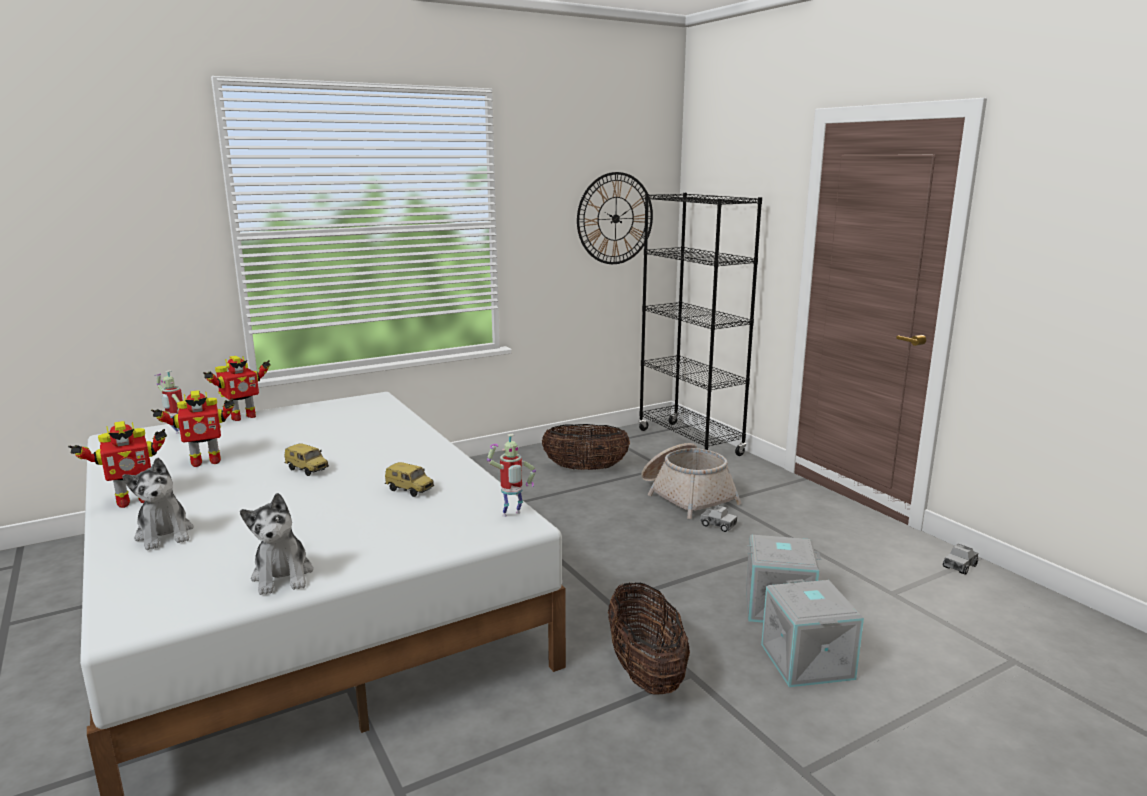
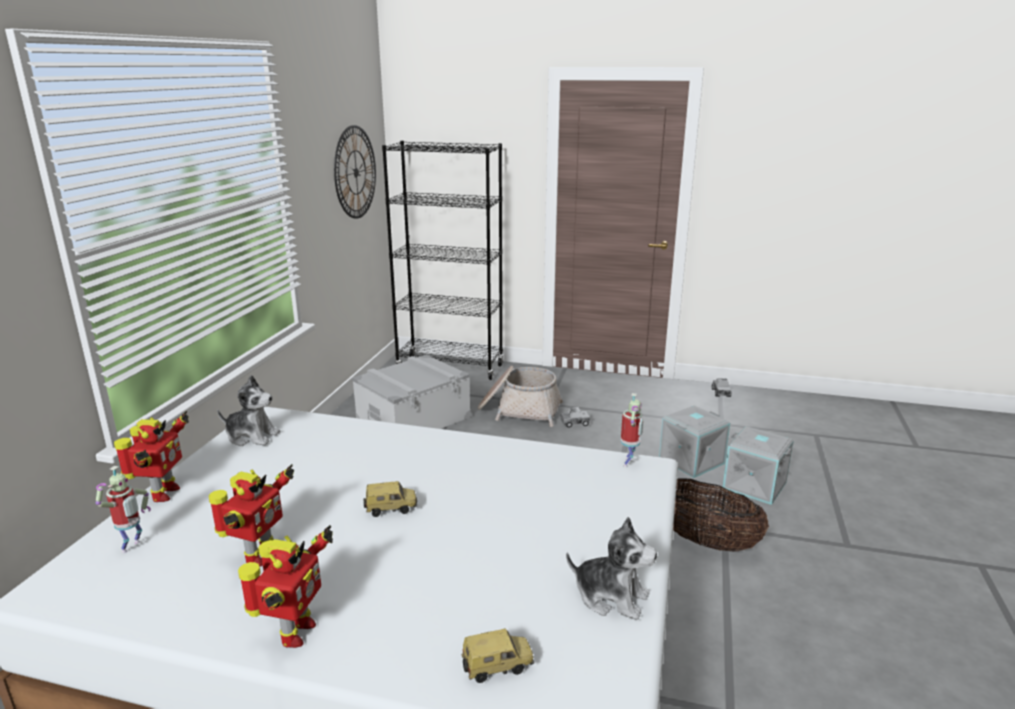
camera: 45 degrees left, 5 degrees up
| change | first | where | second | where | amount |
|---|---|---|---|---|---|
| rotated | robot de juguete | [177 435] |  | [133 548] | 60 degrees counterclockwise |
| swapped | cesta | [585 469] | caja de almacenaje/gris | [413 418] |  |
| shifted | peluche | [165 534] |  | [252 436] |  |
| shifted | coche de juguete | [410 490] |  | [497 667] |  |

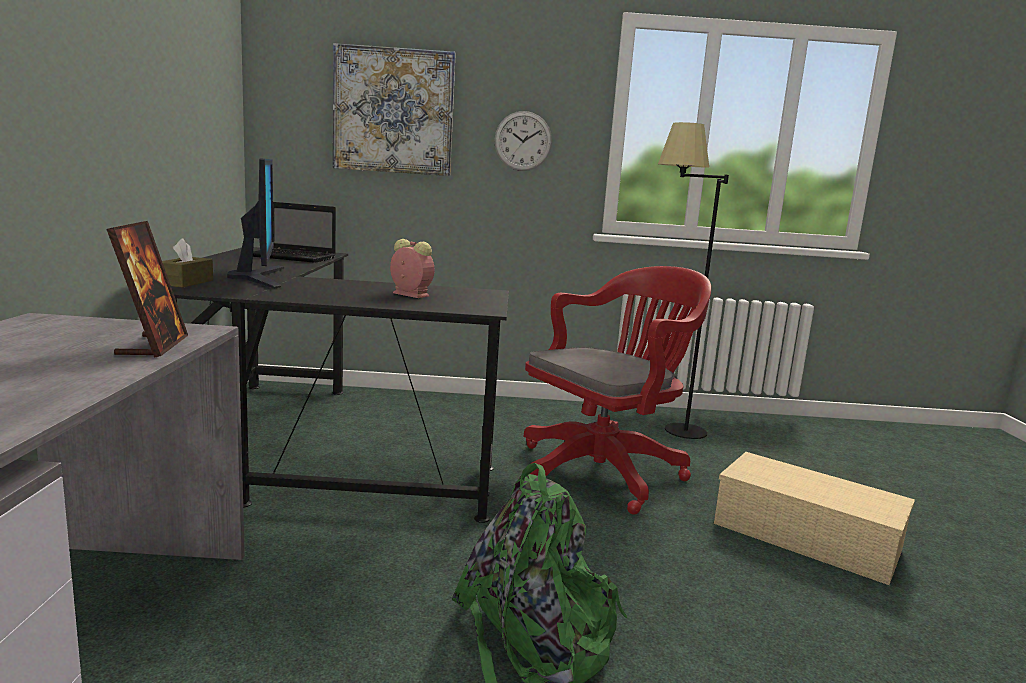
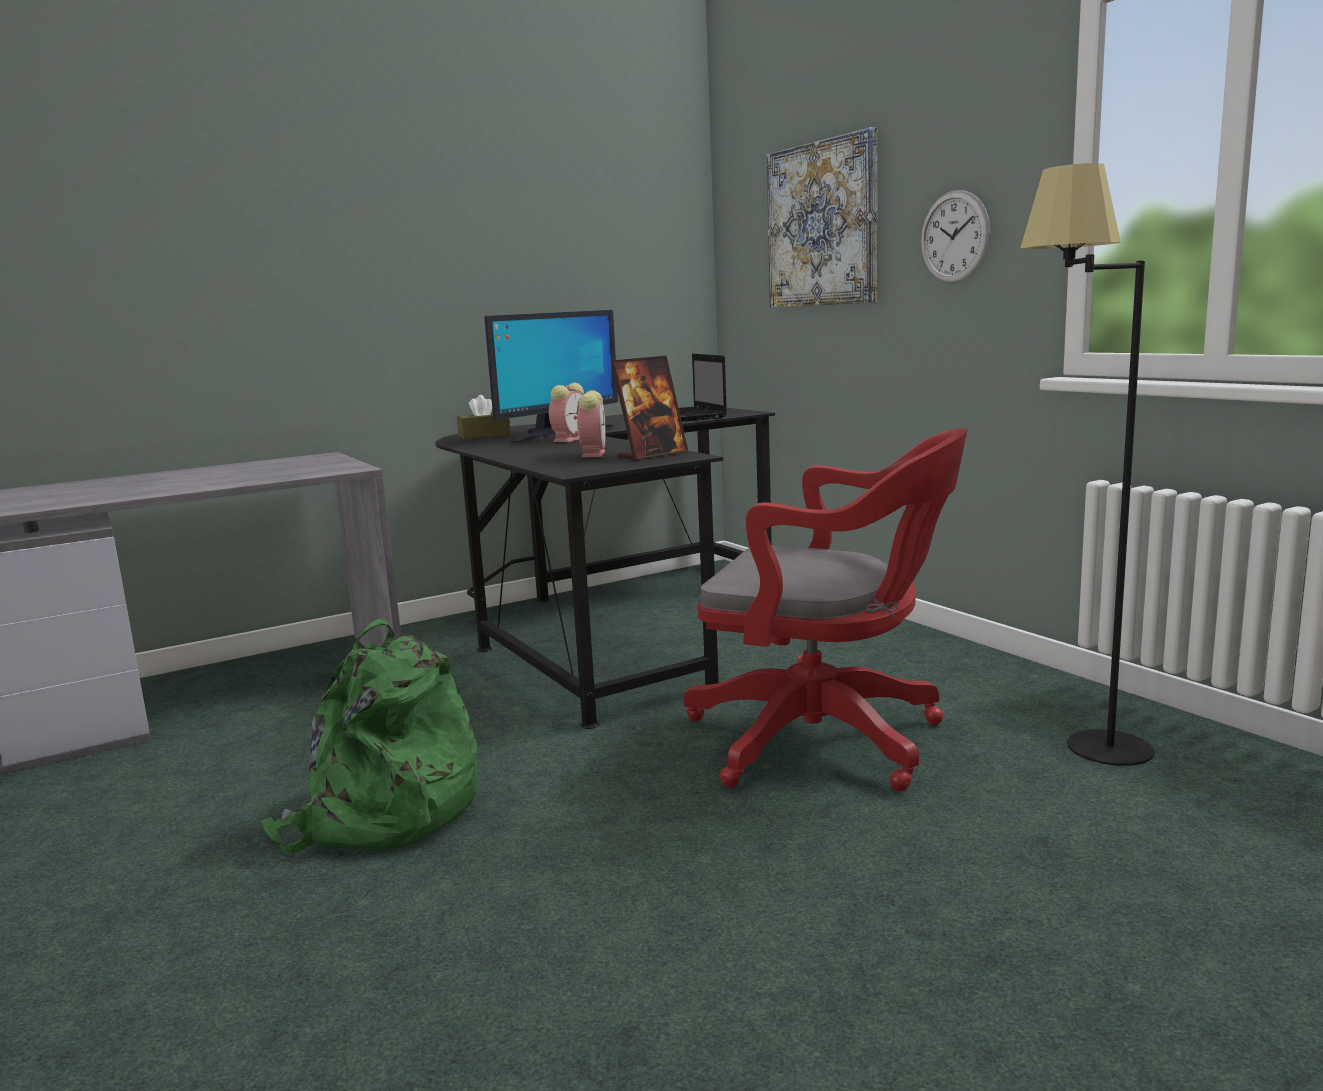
camera: 60 degrees right, 0 degrees up
| change | first | where | second | where | amount |
|---|---|---|---|---|---|
| shifted | portarretratos | [153 346] |  | [652 455] |  |
| gone | caja de almacenaje/beis | [809 536] |  |  |  |
| new |  |  | despertador | [570 439] |  |

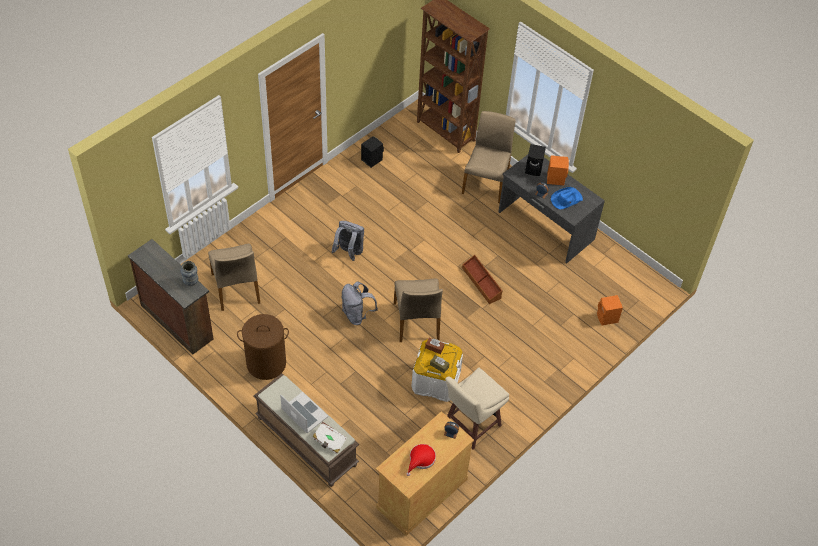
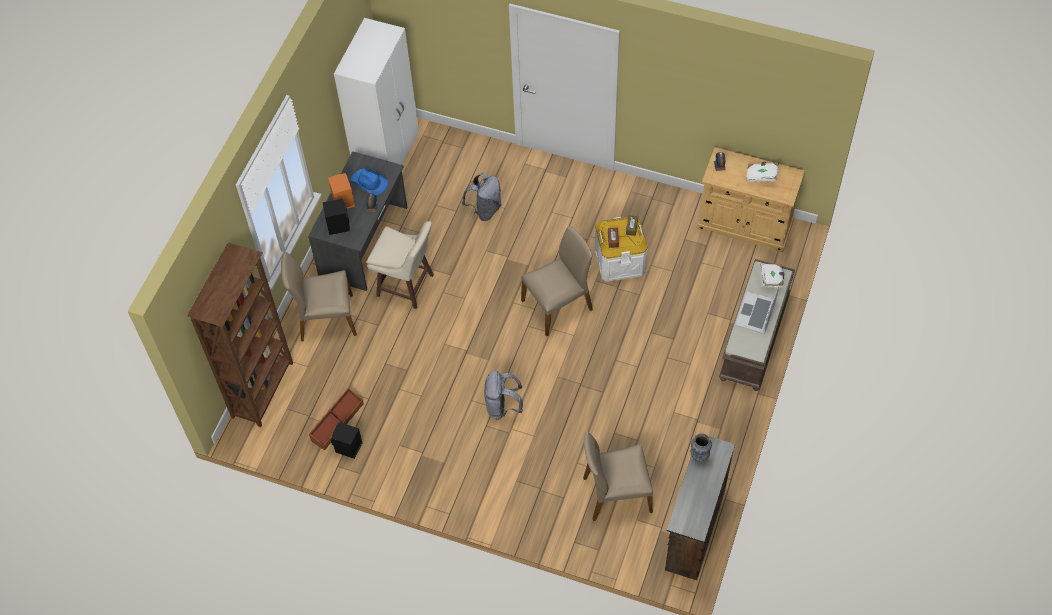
camera: 110 degrees left, 5 degrees up
| change | first | where | second | where | amount |
|---|---|---|---|---|---|
| rotated | silla/beis | [236 288] |  | [616 493] | 150 degrees counterclockwise |
| shifted | caja de almacenaje/marrón | [482 283] |  | [337 422] |  |
| shifted | mochila/gris | [357 315] |  | [485 210] |  |
| gone | altavoz/naranja | [607 318] |  |  |  |
| gone | cesto de la ropa/marrón | [266 363] |  |  |  |
| shifted | taburete/beis | [471 425] |  | [406 286] |  |
| swapped | sombrero/rojo | [421 460] | libro/blanco | [761 176] |  |
| new |  |  | armario ropero/blanco | [388 157] |  |

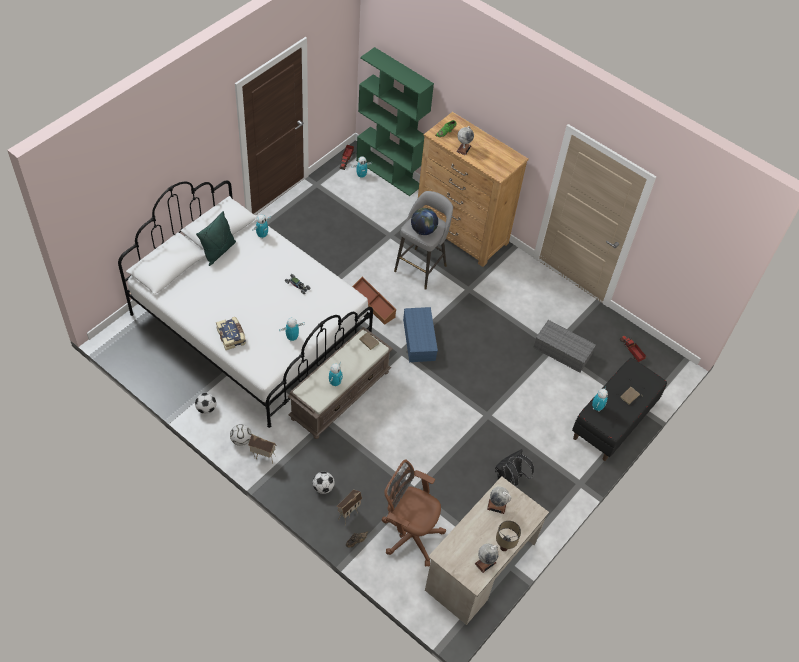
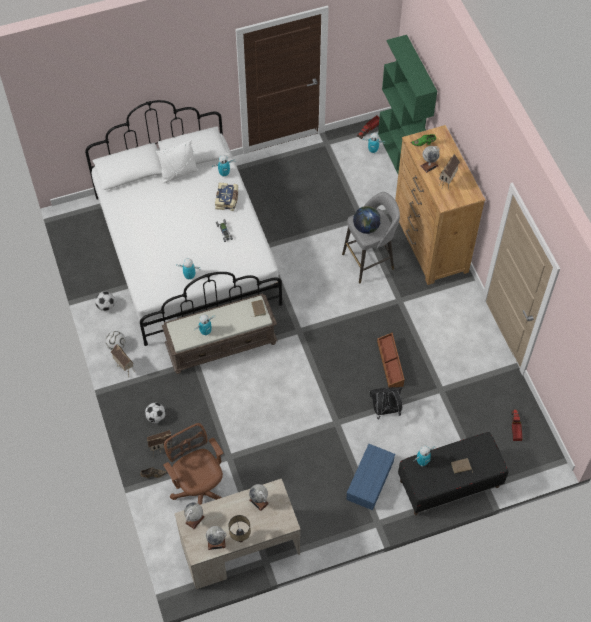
camera: 35 degrees right, 5 degrees up
| change | first | where | second | where | amount |
|---|---|---|---|---|---|
| repainted | cojín/verde | [219 251] | cojín/blanco | [179 173] |  |
| shifted | caja de almacenaje/marrón | [373 304] |  | [390 363] |  |
| shifted | caja de almacenaje/azul | [418 339] |  | [369 479] |  |
| shifted | libro | [232 336] |  | [227 200] |  |
| gone | caja de almacenaje/gris | [561 351] |  |  |  |
| shifted | mochila/negro | [509 480] |  | [385 411] |  |
| new |  |  | casita | [447 183] |  |
| new |  |  | globo terráqueo | [194 519] |  |

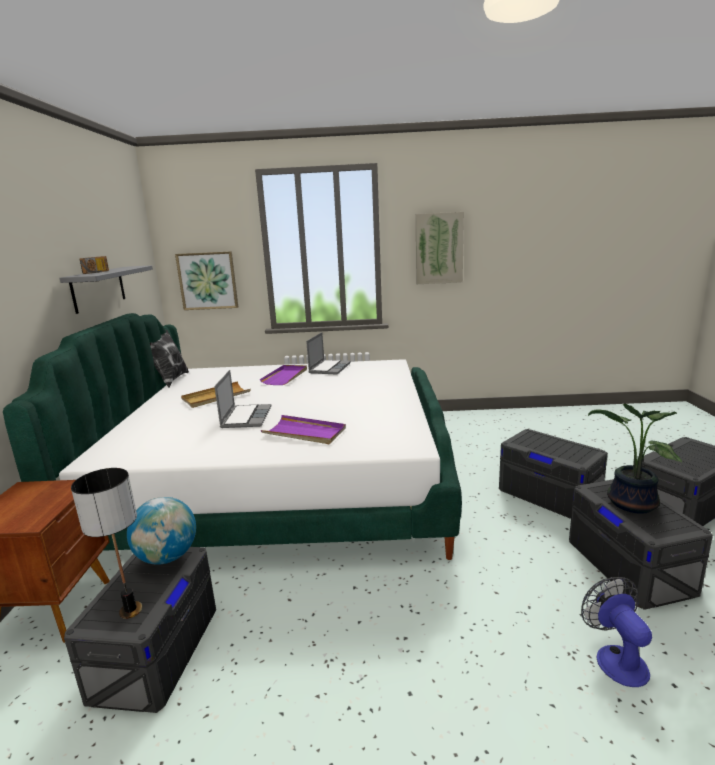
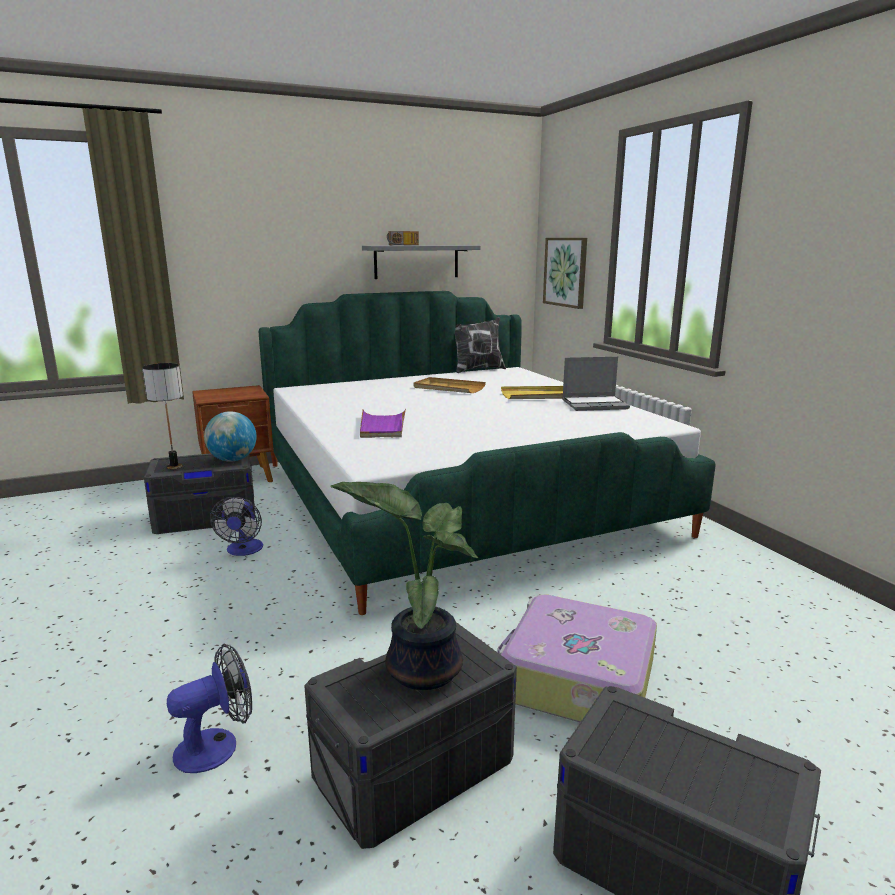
camera: 65 degrees right, 0 degrees up
| change | first | where | second | where | amount |
|---|---|---|---|---|---|
| gone | cuadro | [439 248] |  |  |  |
| repainted | bandeja/morado | [285 376] | bandeja/amarillo | [538 396] |  |
| gone | portátil | [246 417] |  |  |  |
| swapped | caja de almacenaje/gris | [548 494] | maleta | [576 679] |  |
| new |  |  | ventilador | [243 550] |  |

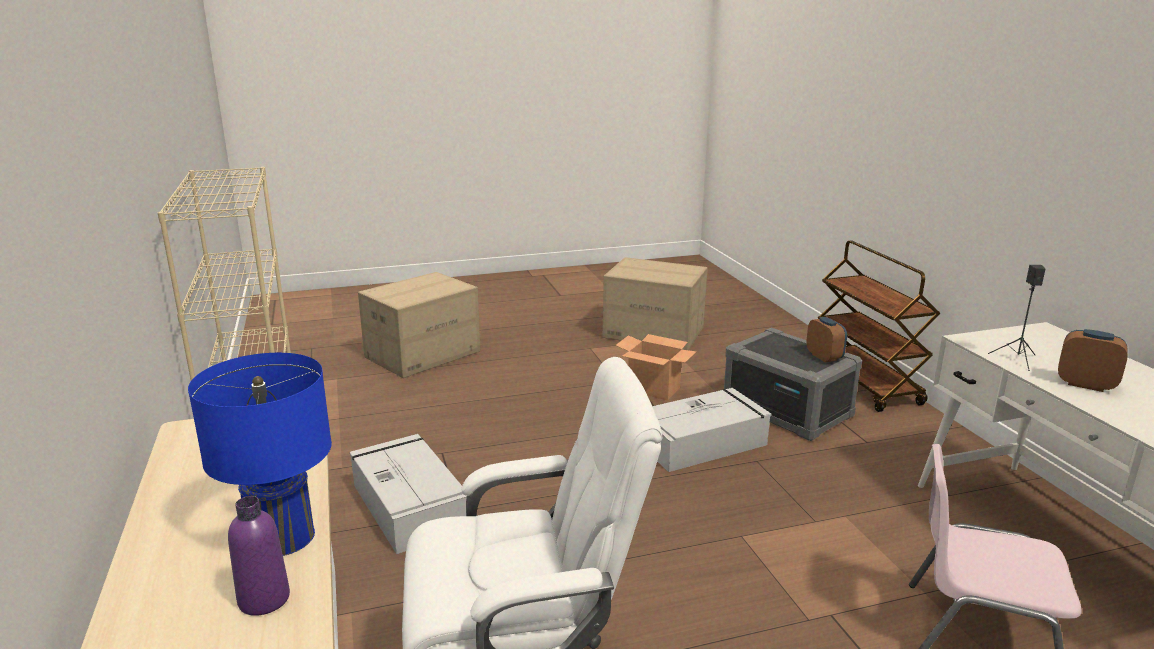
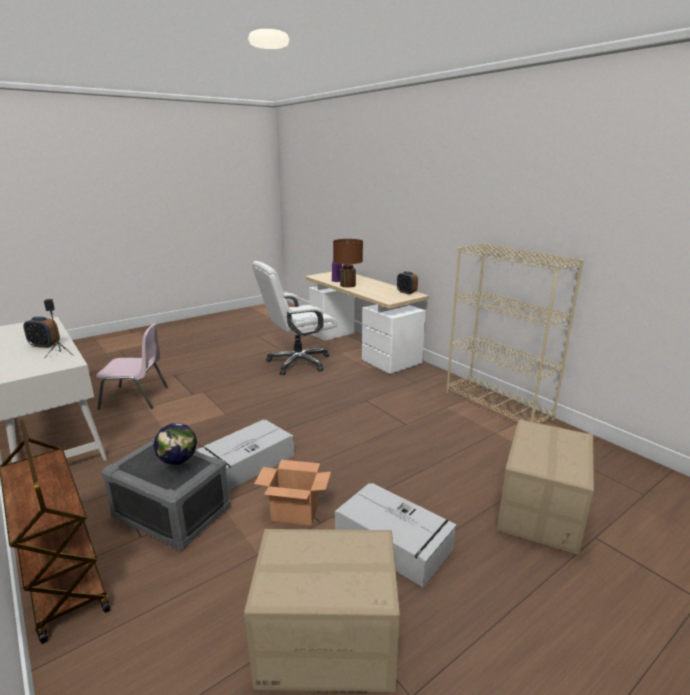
camera: 160 degrees right, 0 degrees up
| change | first | where | second | where | amount |
|---|---|---|---|---|---|
| shifted | despertador | [824 357] |  | [406 292] |  |
| repainted | lámpara de mesa/azul | [282 537] | lámpara de mesa/marrón | [347 285] |  |
| shifted | caja de almacenaje/gris | [408 505] |  | [394 542] |  |
| new |  |  | globo terráqueo | [179 470] |  |

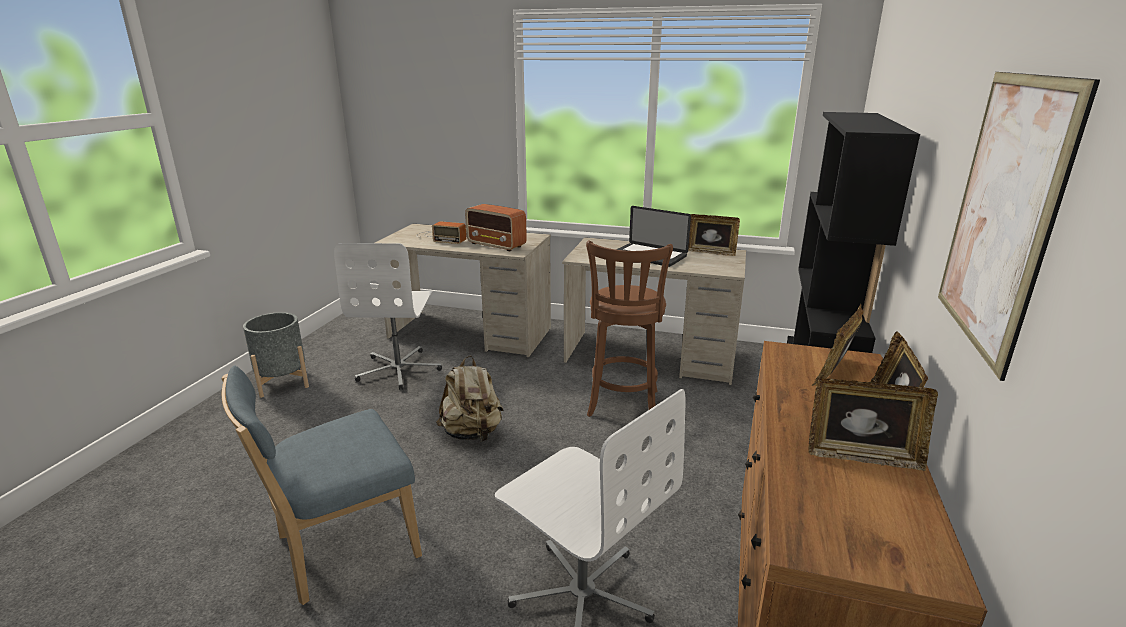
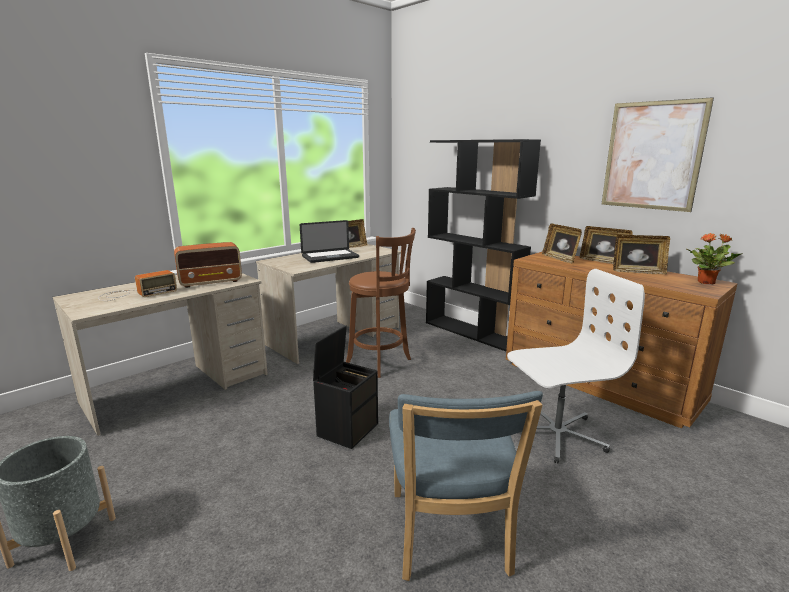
camera: 60 degrees left, 5 degrees down
| change | first | where | second | where | amount |
|---|---|---|---|---|---|
| gone | silla de oficina/blanco | [399 369] |  |  |  |
| swapped | mochila/beis | [472 433] | caja de almacenaje/negro | [347 429] |  |
| rotated | portarretratos | [862 456] |  | [637 272] | 60 degrees clockwise |
| new |  |  | planta en maceta | [706 282] |  |

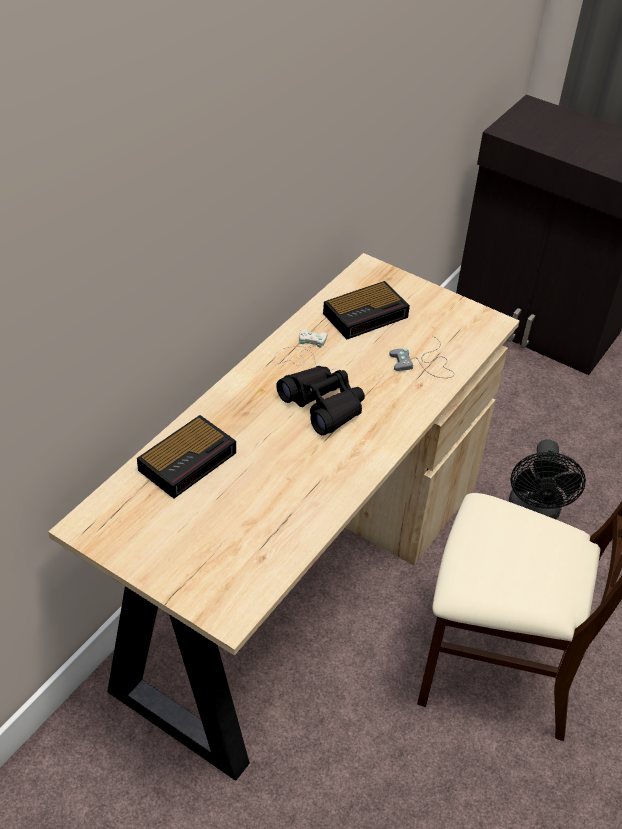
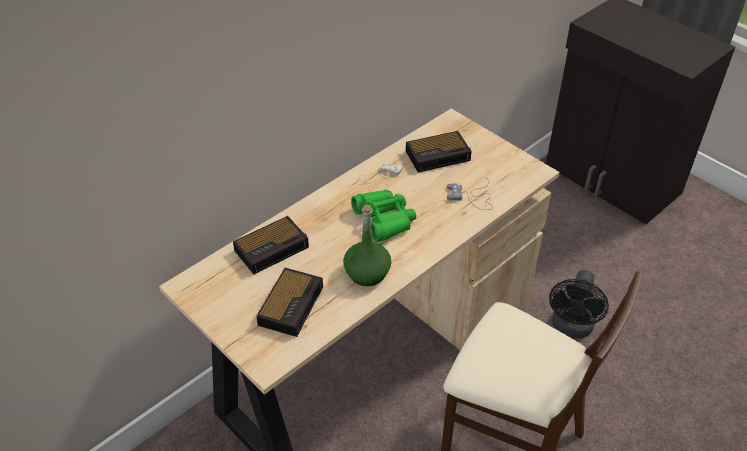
camera: 15 degrees right, 0 degrees up
| change | first | where | second | where | amount |
|---|---|---|---|---|---|
| repainted | prismáticos/negro | [323 405] | prismáticos/verde | [384 220] |  |
| new |  |  | botella/verde | [367 273] |  |
| new |  |  | despertador | [291 304] |  |

